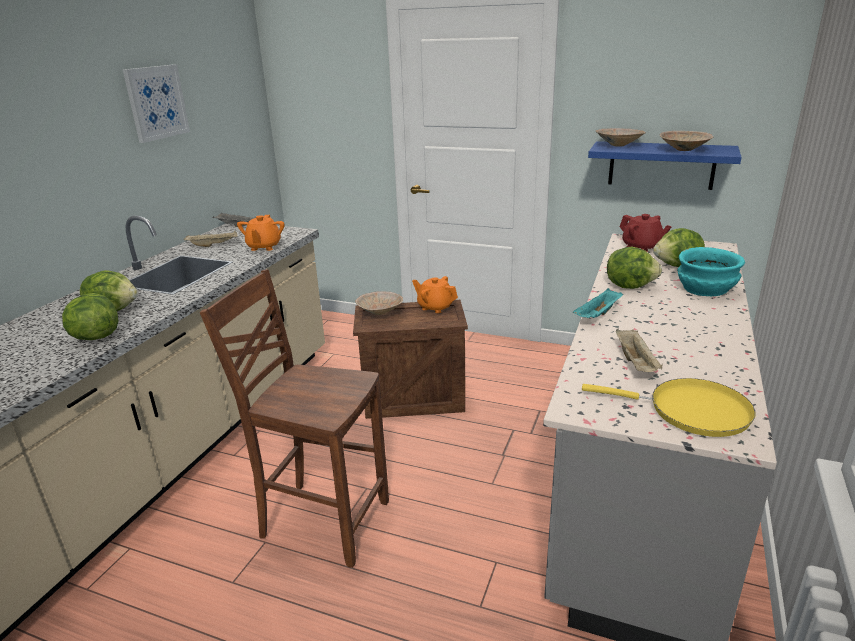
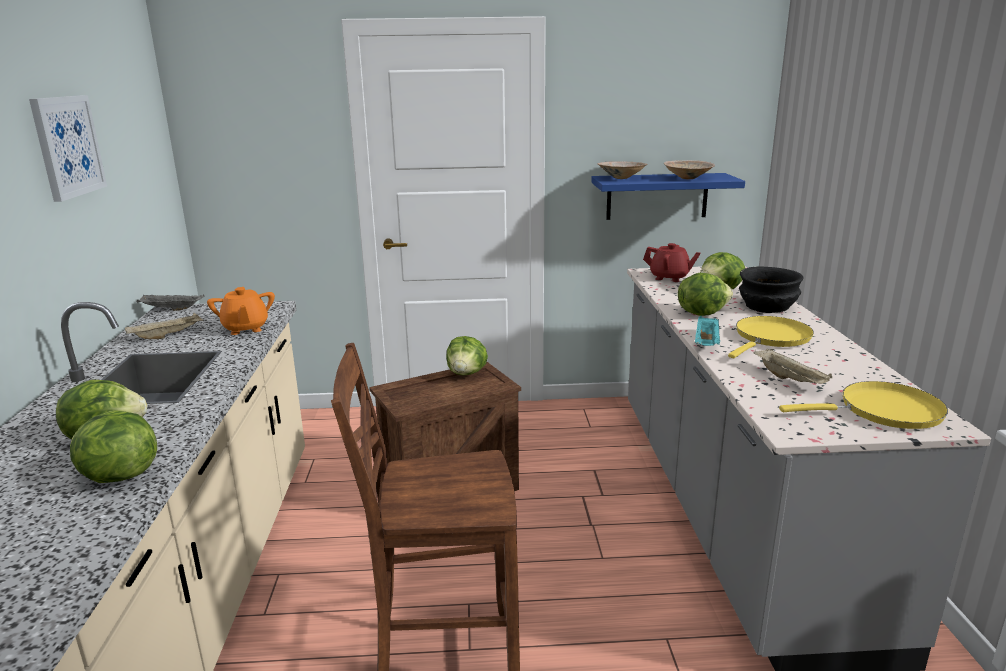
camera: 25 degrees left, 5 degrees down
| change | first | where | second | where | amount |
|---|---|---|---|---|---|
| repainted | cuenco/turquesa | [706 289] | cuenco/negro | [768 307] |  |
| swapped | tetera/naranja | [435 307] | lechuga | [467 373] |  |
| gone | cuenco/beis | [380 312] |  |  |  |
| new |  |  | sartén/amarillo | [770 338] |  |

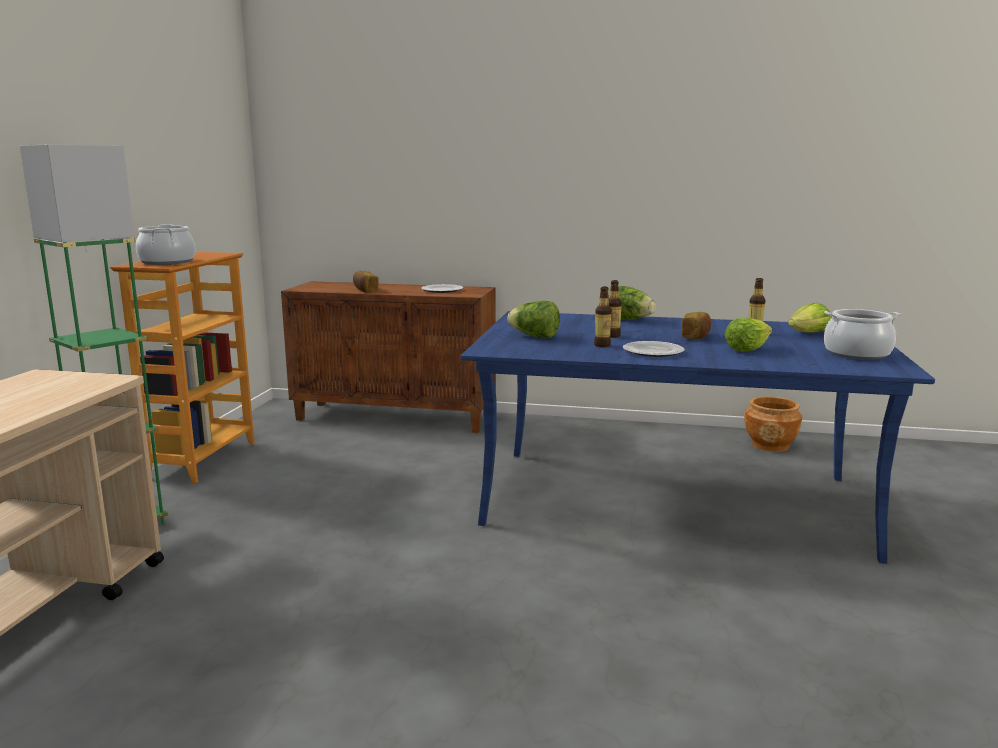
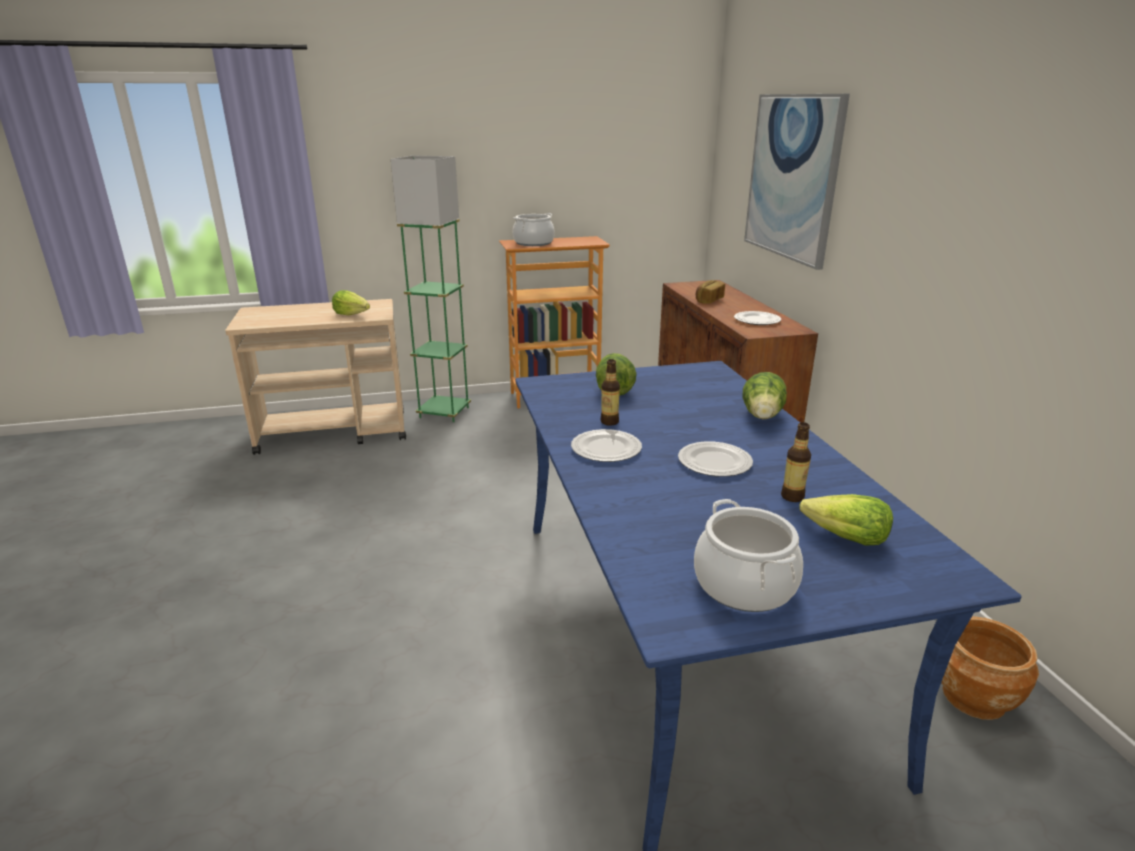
camera: 65 degrees right, 10 degrees up
| change | first | where | second | where | amount |
|---|---|---|---|---|---|
| gone | botella | [612 336] |  |  |  |
| swapped | pan | [696 337] | plato | [714 462] |  |
| shifted | lechuga | [746 349] |  | [352 314] |  |
| new |  |  | cuadro | [792 177] |  |

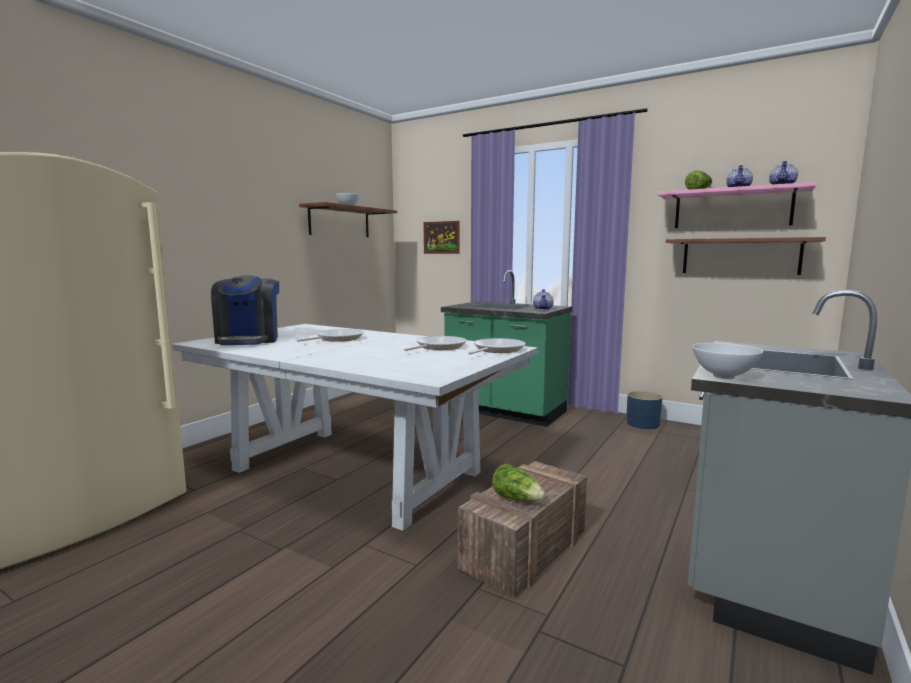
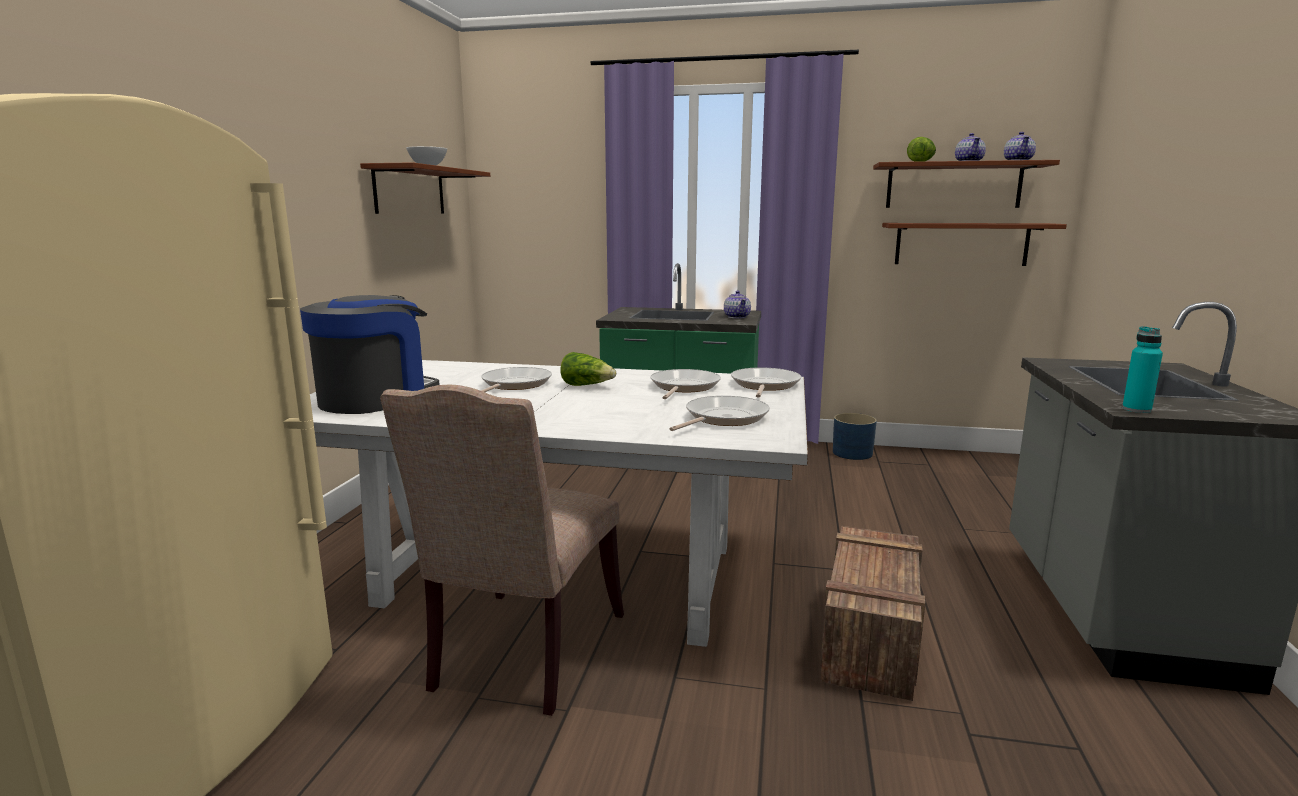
camera: 20 degrees left, 5 degrees up
| change | first | where | second | where | amount |
|---|---|---|---|---|---|
| repainted | estante/rosa | [732 209] | estante/marrón | [953 186] |  |
| gone | cuadro | [441 237] |  |  |  |
| rotated | cafetera | [249 340] |  | [376 399] | 120 degrees counterclockwise |
| swapped | cuenco/blanco | [724 376] | botella/turquesa | [1136 410] |  |
| shifted | lechuga | [517 499] |  | [587 386] |  |
| new |  |  | silla/beis | [523 655] |  |
| new |  |  | sartén | [723 418] |  |

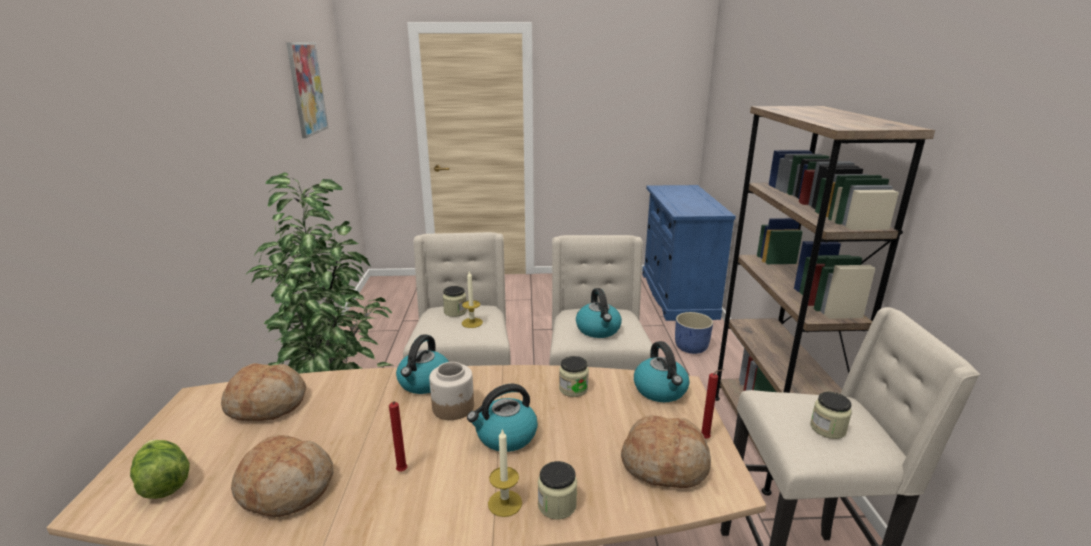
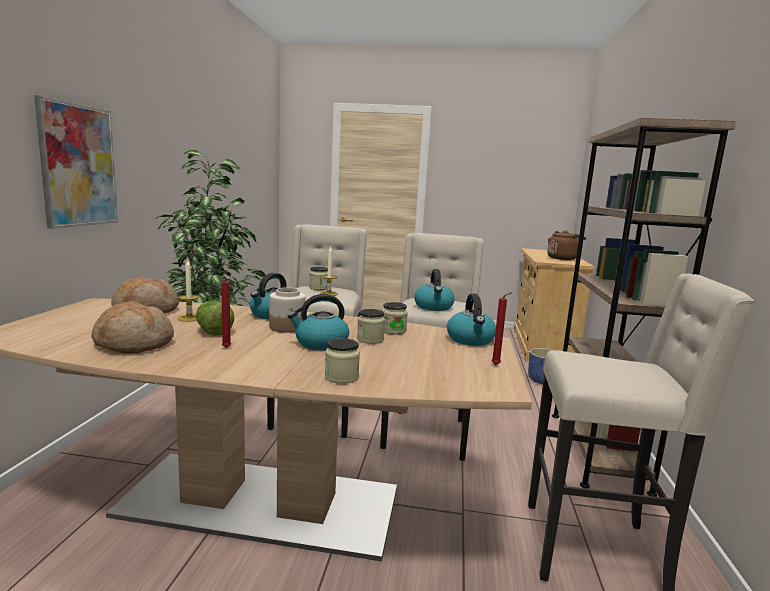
camera: 10 degrees right, 10 degrees down
| change | first | where | second | where | amount |
|---|---|---|---|---|---|
| shifted | cuadro | [307 89] |  | [78 165] |  |
| repainted | armario/azul | [677 295] | armario/beis | [542 346] |  |
| shifted | tarro | [827 428] |  | [370 339] |  |
| gone | pan | [665 463] |  |  |  |
| shifted | vela | [505 503] |  | [189 318] |  |
| shifted | lechuga | [163 482] |  | [213 330] |  |
| new |  |  | hervidor/marrón | [562 258] |  |

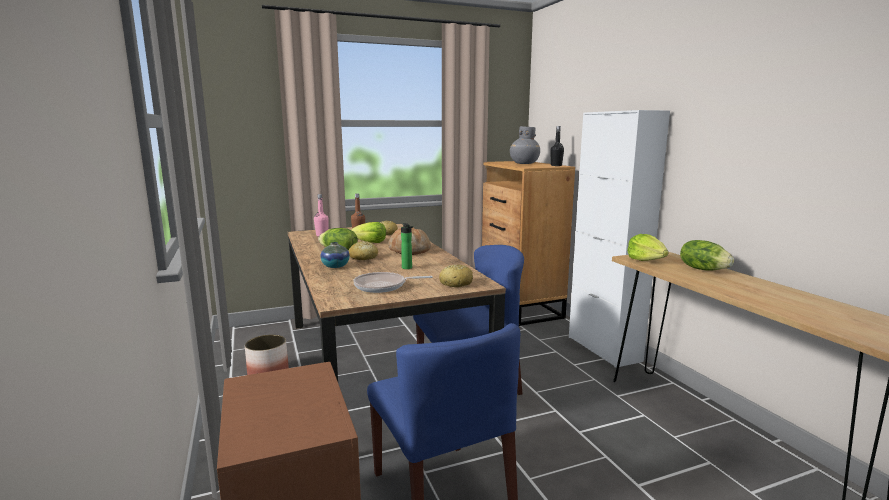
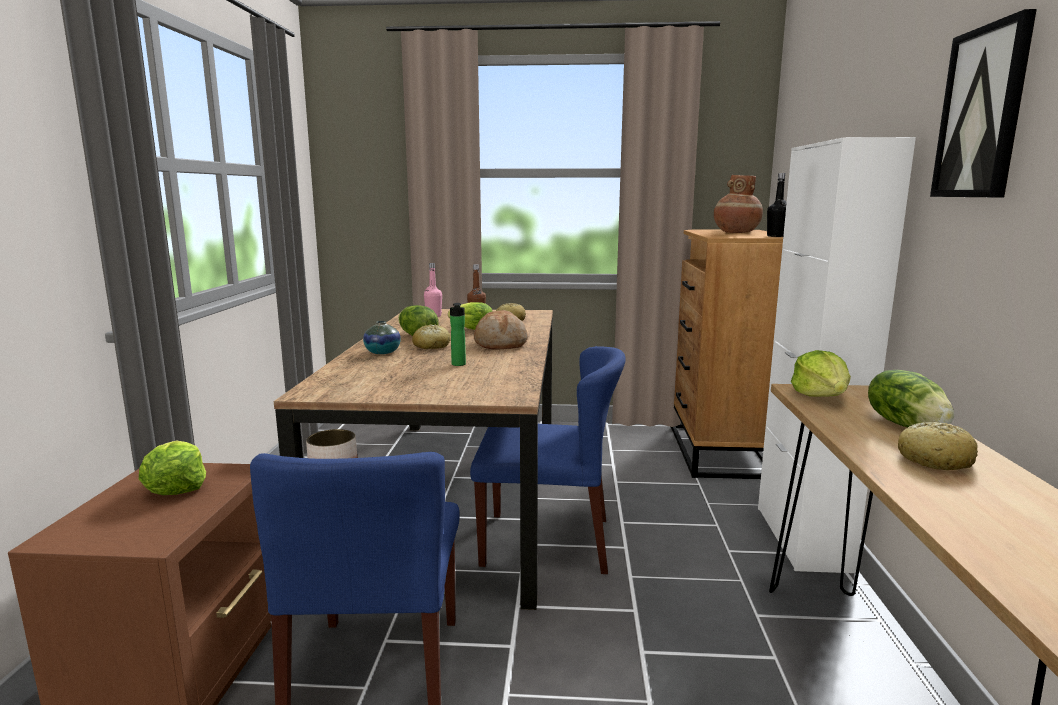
camera: 25 degrees right, 0 degrees up
| change | first | where | second | where | amount |
|---|---|---|---|---|---|
| repainted | florero/gris | [524 163] | florero/marrón | [735 232] |  |
| shifted | pan | [456 283] |  | [934 460] |  |
| gone | sartén | [383 286] |  |  |  |
| new |  |  | cuadro | [982 113] |  |
| new |  |  | lechuga | [176 487] |  |

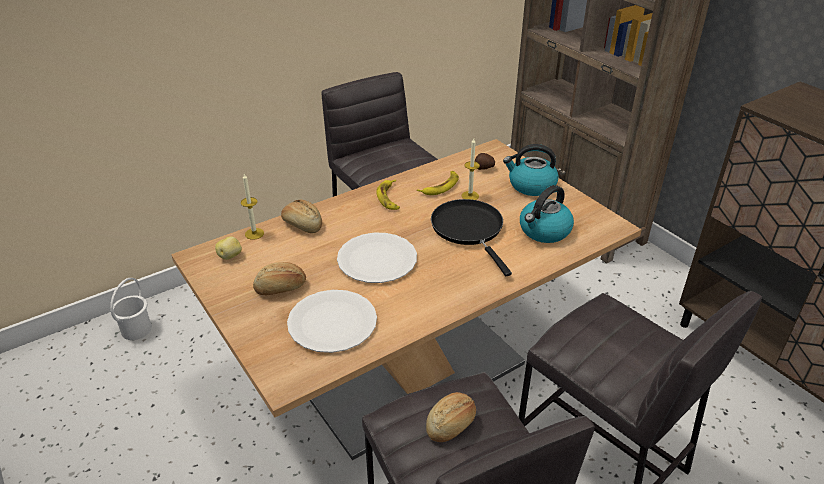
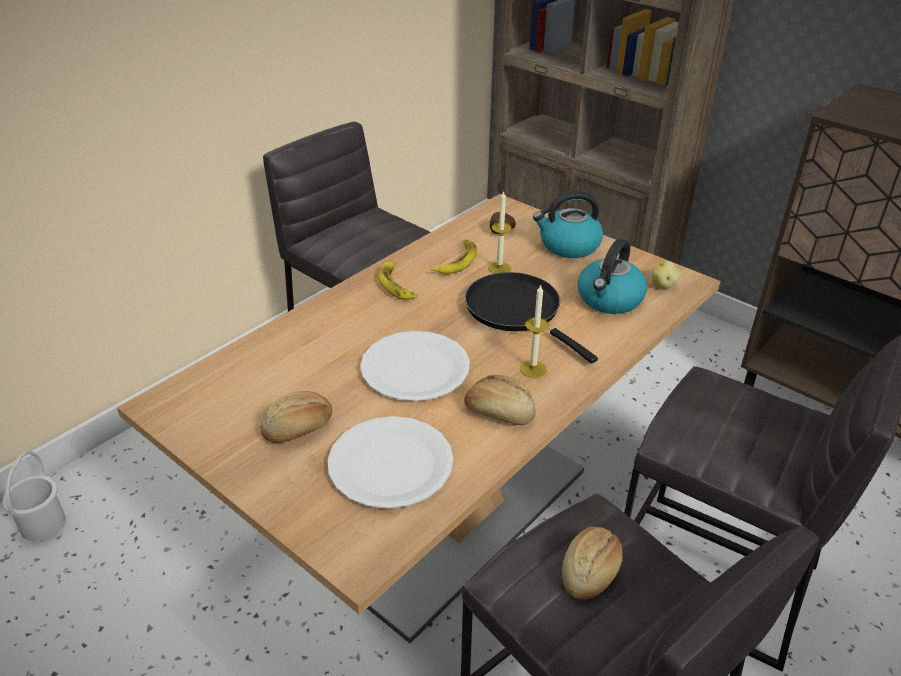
camera: 15 degrees left, 0 degrees up
| change | first | where | second | where | amount |
|---|---|---|---|---|---|
| shifted | vela | [254 233] |  | [533 369] |  |
| shifted | pan | [302 225] |  | [499 413] |  |
| shifted | patata | [230 256] |  | [664 285] |  |

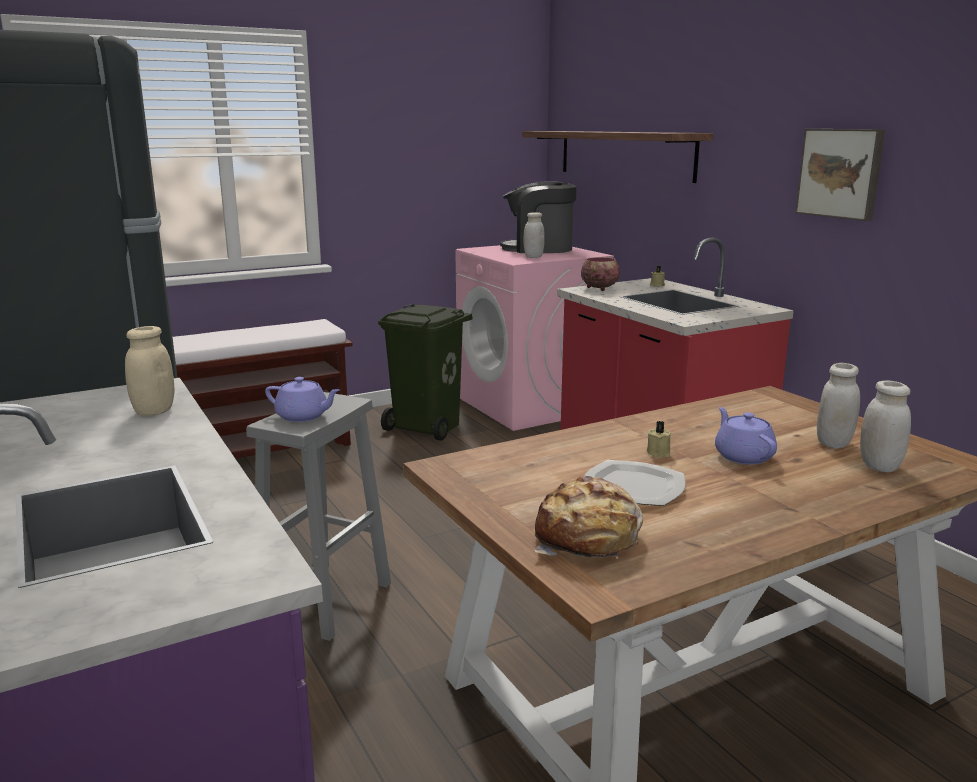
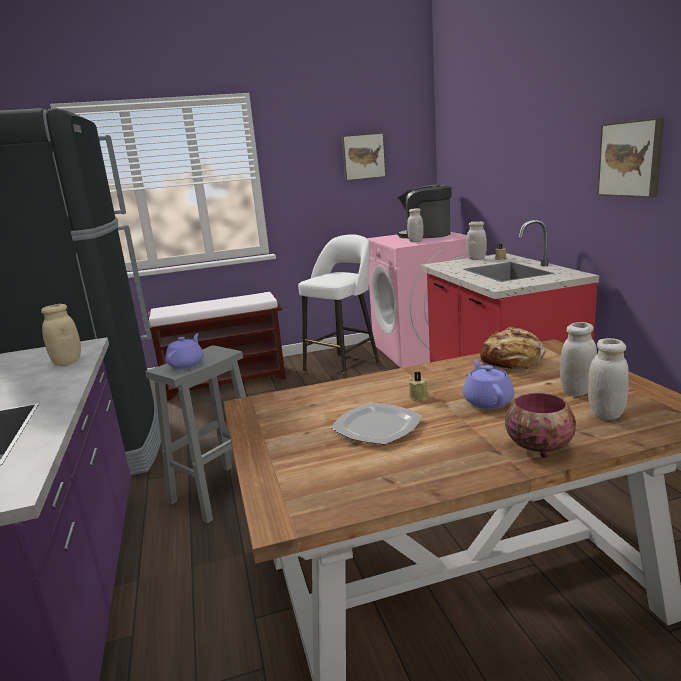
camera: 15 degrees right, 0 degrees up
| change | first | where | second | where | amount |
|---|---|---|---|---|---|
| gone | estante | [624 154] |  |  |  |
| shifted | cuenco | [599 288] |  | [539 447] |  |
| swapped | papelera/verde | [428 427] | taburete/blanco | [343 366] |  |
| rotated | tetera/morado | [303 416] |  | [186 364] | 105 degrees counterclockwise |
| shifted | pan | [588 539] |  | [512 362] |  |
| new |  |  | cuadro | [363 156] |  |
| new |  |  | tarro/blanco | [476 259] |  |

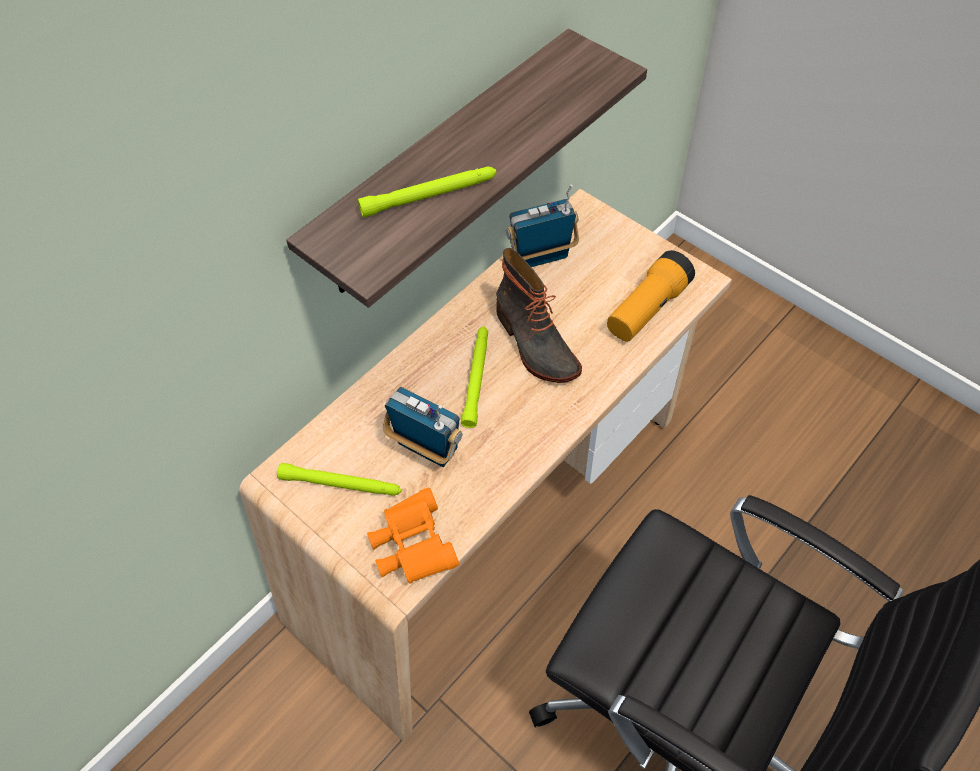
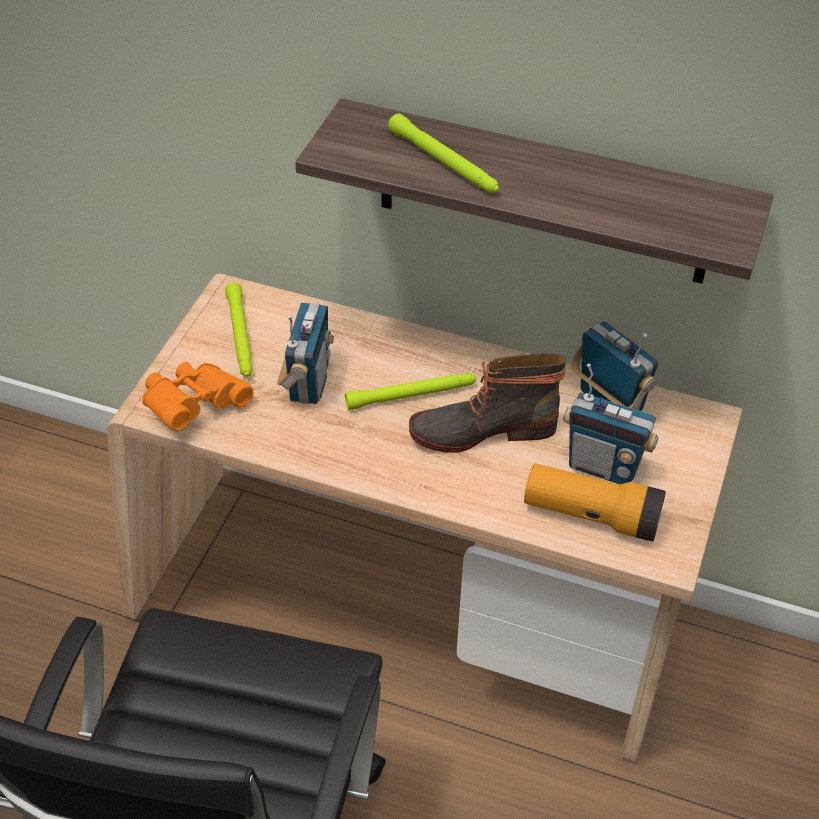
camera: 65 degrees right, 10 degrees down
| change | first | where | second | where | amount |
|---|---|---|---|---|---|
| rotated | bota | [534 344] |  | [482 429] | 45 degrees clockwise |
| new |  |  | radio | [603 467] |  |

